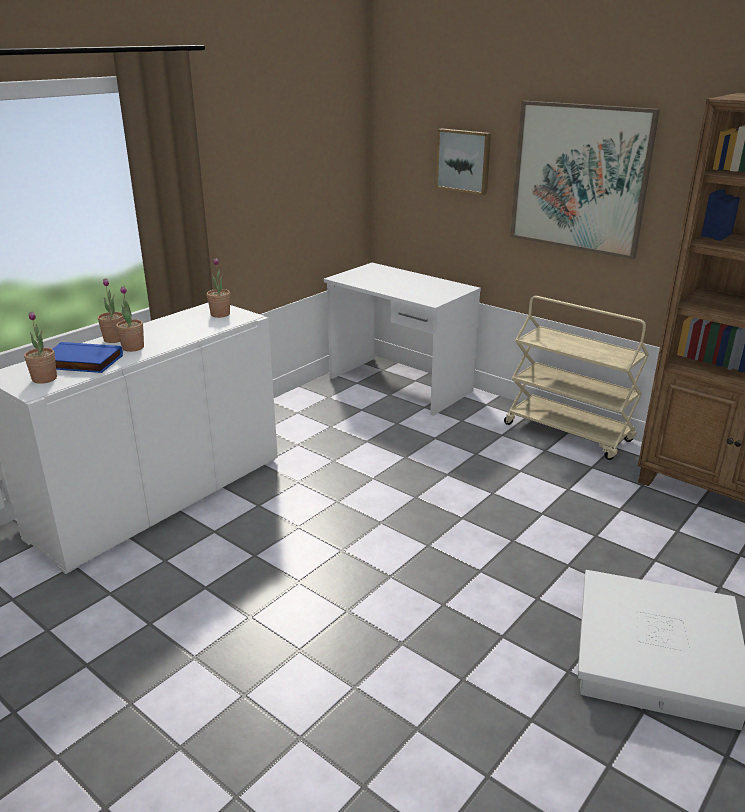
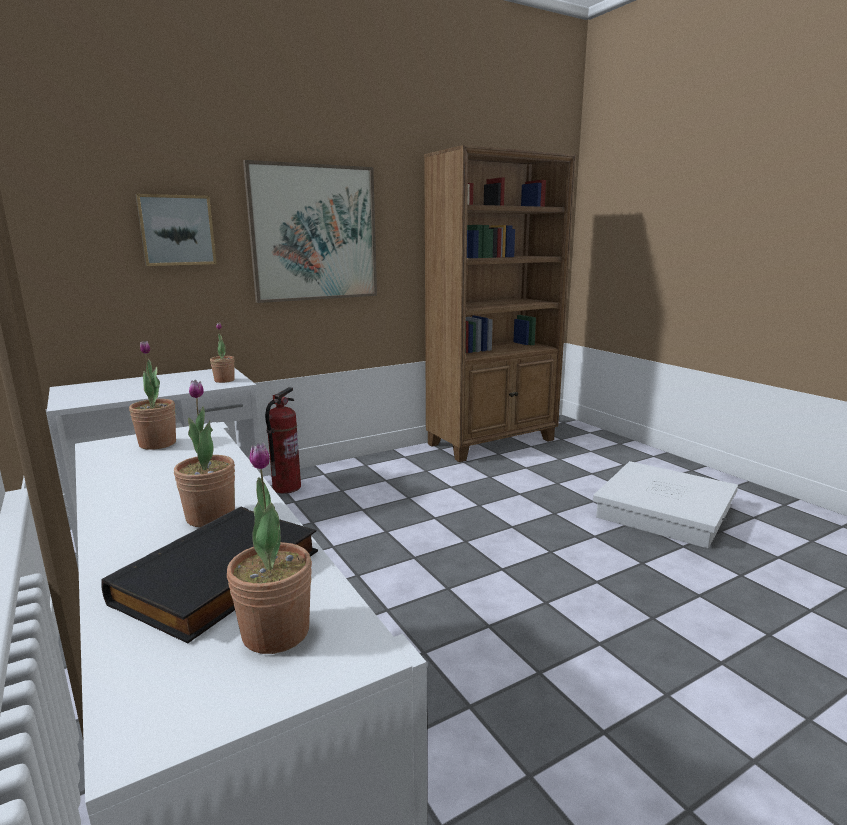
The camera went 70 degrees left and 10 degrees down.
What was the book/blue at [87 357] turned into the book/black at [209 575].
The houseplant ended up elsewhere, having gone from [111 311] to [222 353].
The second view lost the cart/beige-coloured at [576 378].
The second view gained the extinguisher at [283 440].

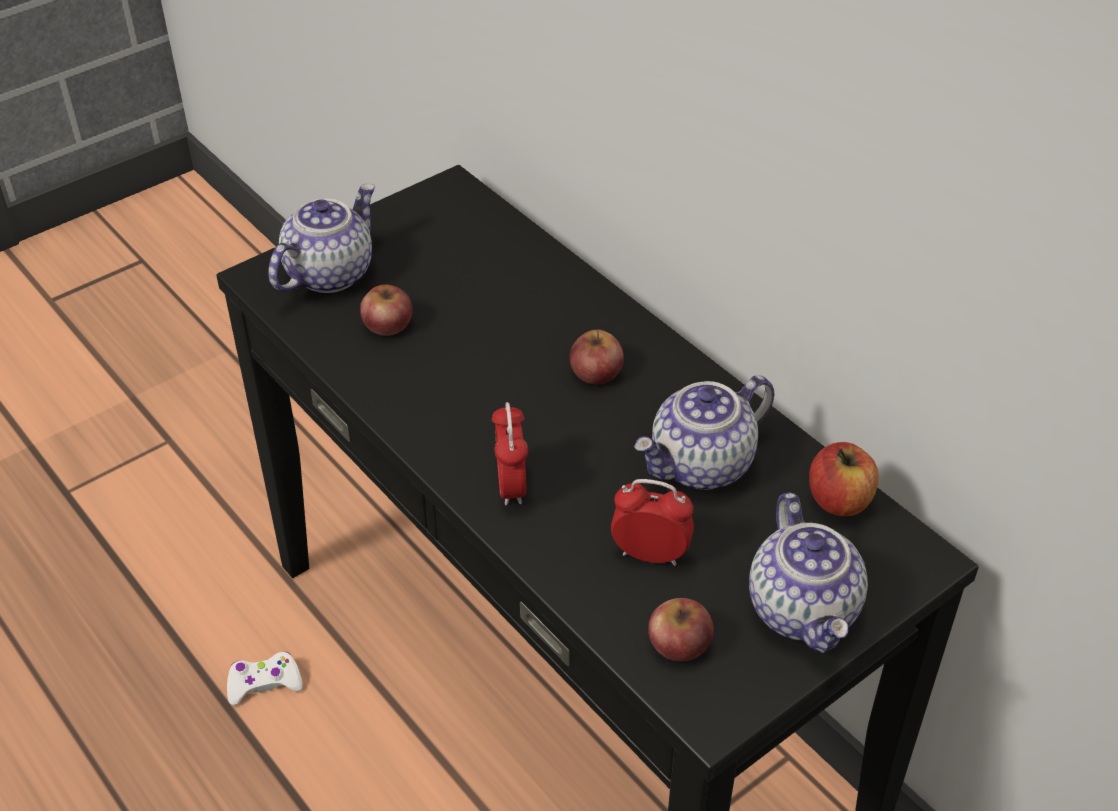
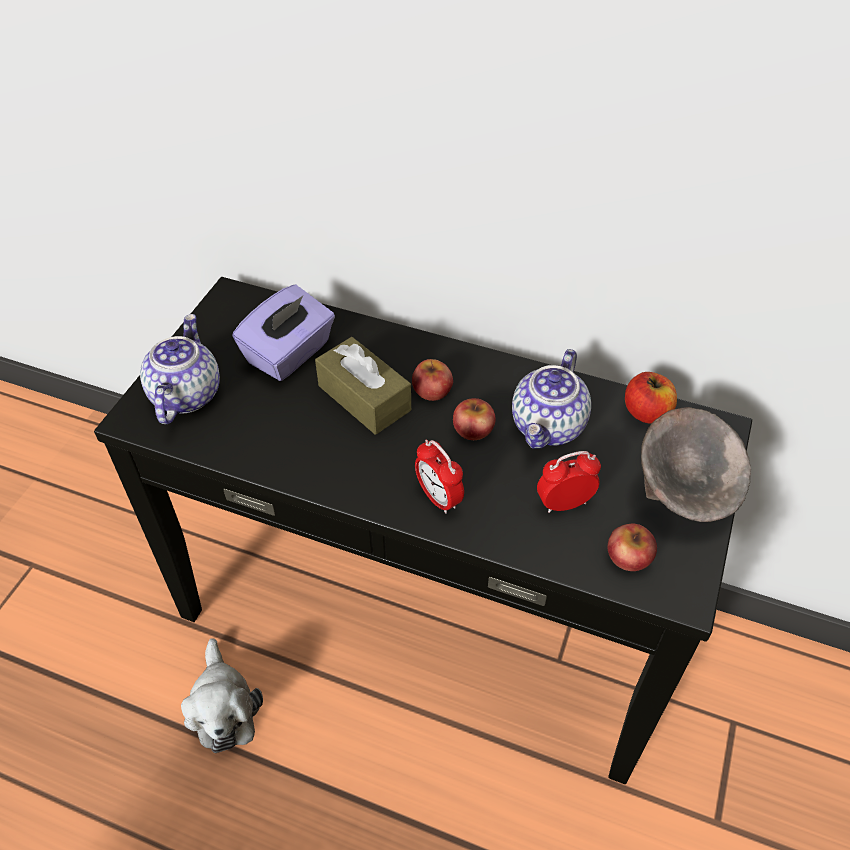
The camera went 30 degrees left and 5 degrees up.
Where the joypad/white stood at [265 678], the cuddly toy came to stand at [222 695].
The apple fruit ended up elsewhere, having gone from [386 310] to [474 419].
Where the teapot stood at [808 573], the deep dish/gray came to stand at [696 464].
The second view gained the box of tissues/purplish at [283 332].
The second view gained the box of tissues/brown at [363 386].

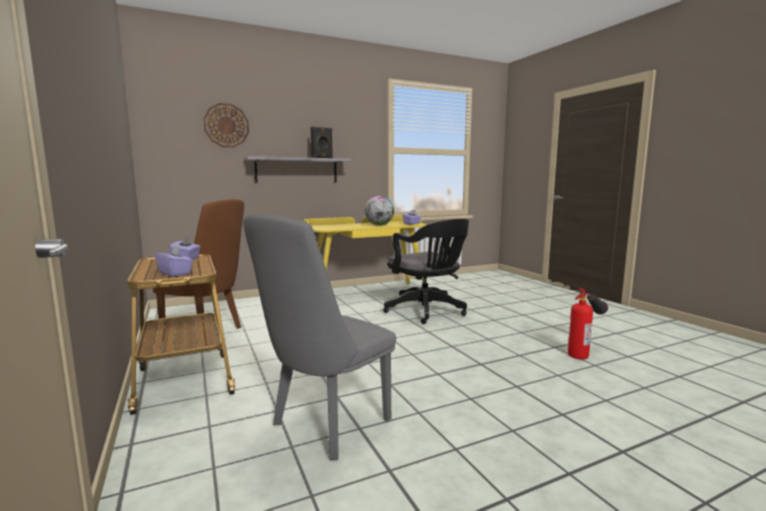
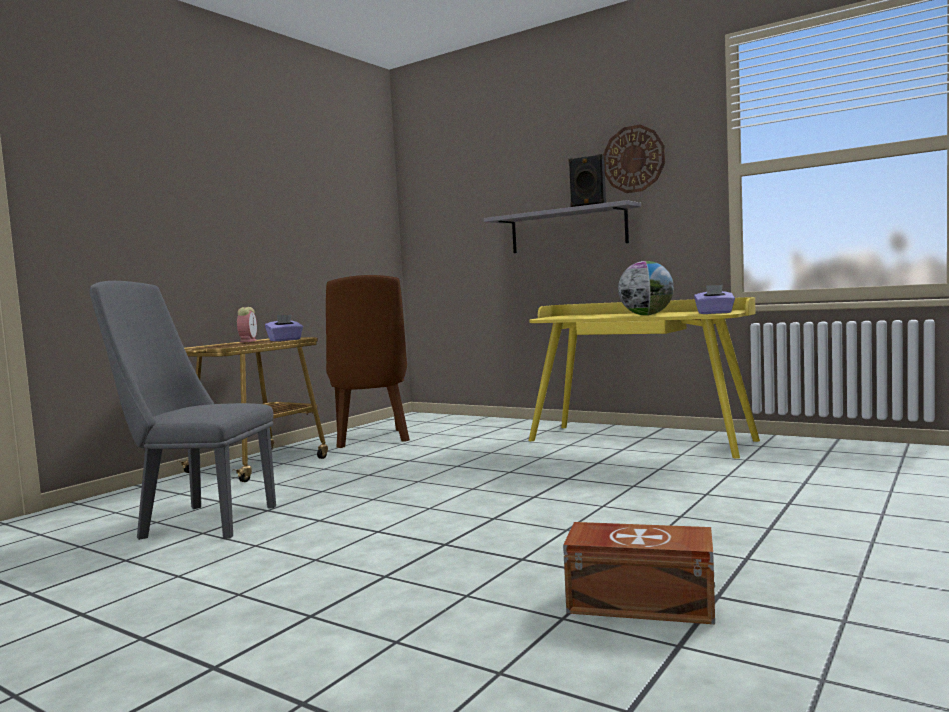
The camera went 60 degrees right and 5 degrees down.
The second view lost the box of tissues/purplish at [174 261].
The hanging clock ended up elsewhere, having gone from [226 125] to [634 158].
The second view lost the computer chair/black at [426 271].
Where the extinguisher stood at [588 323], the storage box/brown came to stand at [639 573].
The second view gained the bedside clock at [247 325].

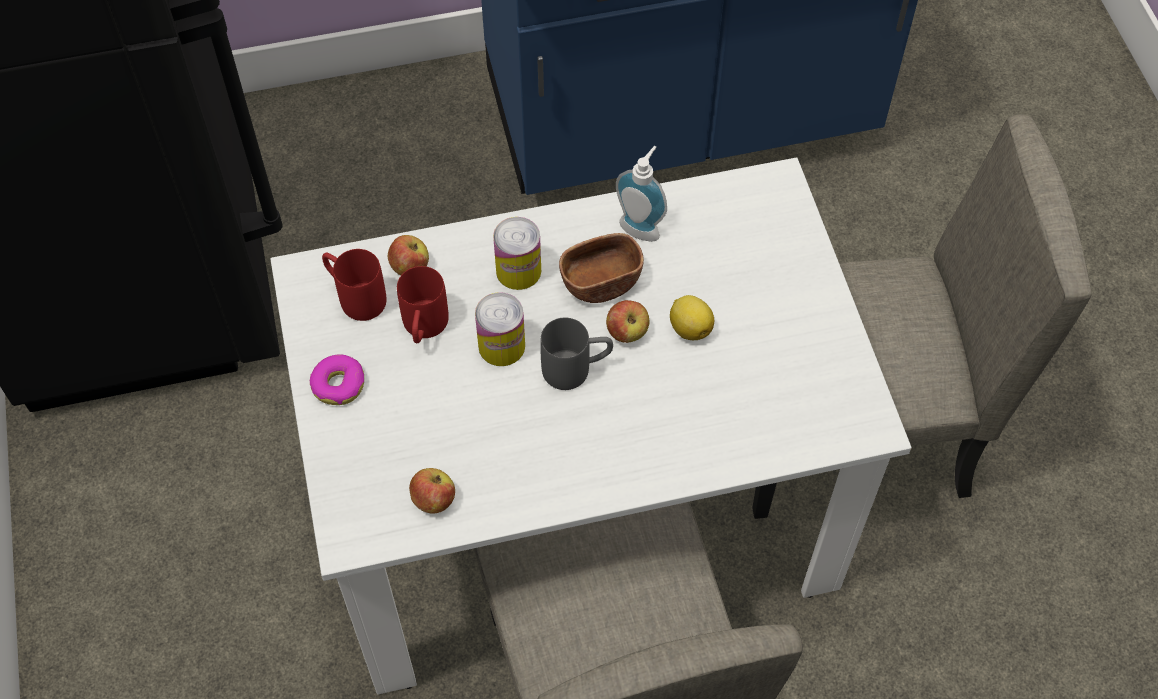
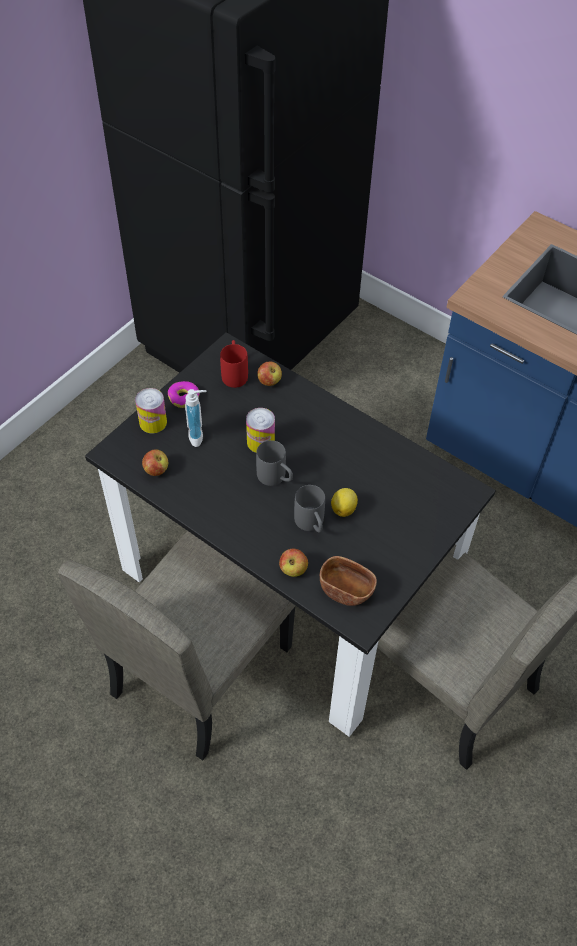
The camera went 50 degrees right and 5 degrees down.
What was the dining table/white at [591 426] turned into the dining table/black at [290 534].
The second view lost the coffee mug/red-coloured at [423 304].
The sealed can ended up elsewhere, having gone from [517 253] to [151 410].
The deep dish/brown ended up elsewhere, having gone from [601 268] to [348 581].
The apple fruit ended up elsewhere, having gone from [627 321] to [293 562].
The liquid soap bottle ended up elsewhere, having gone from [641 194] to [195 418].
The second view gained the coffee mug/gray at [309 509].

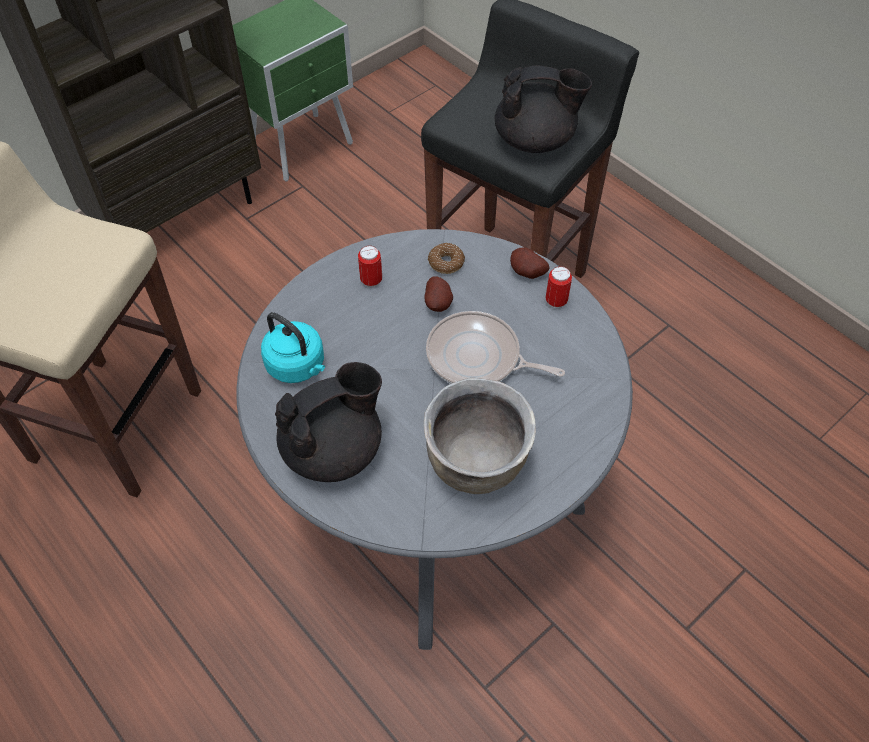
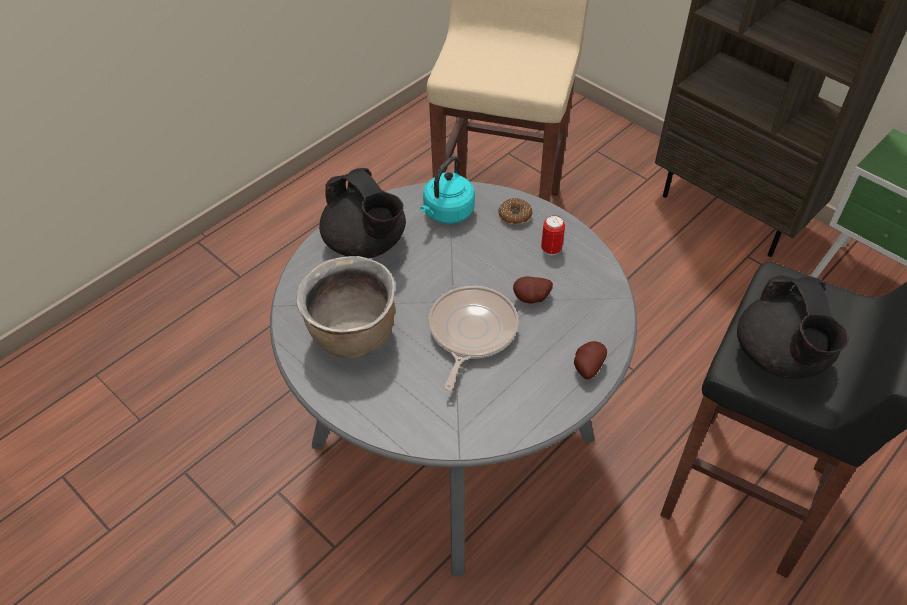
The camera went 85 degrees right and 5 degrees down.
The ring doughnut ended up elsewhere, having gone from [446 258] to [515 211].
The second view lost the sealed can at [559 287].

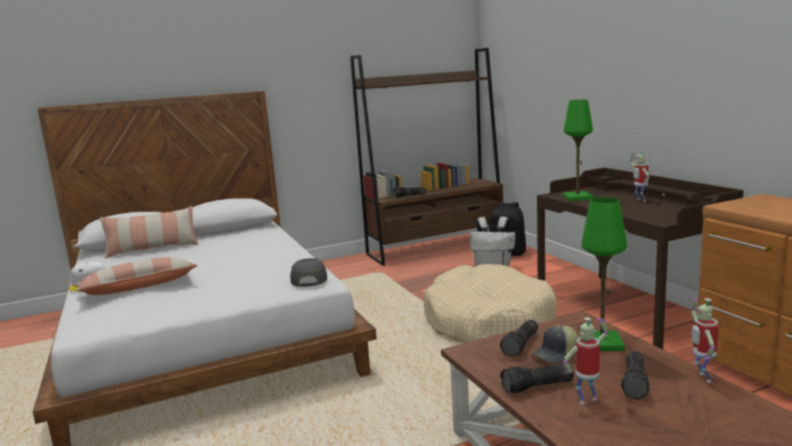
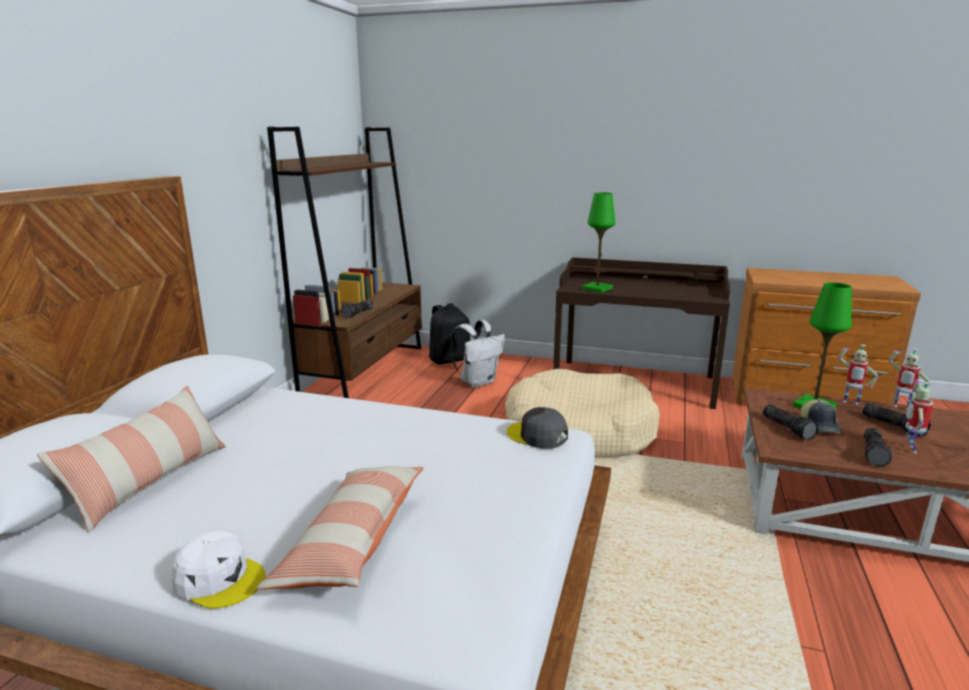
The camera went 50 degrees left and 5 degrees up.
The model robot ended up elsewhere, having gone from [640 176] to [858 374].

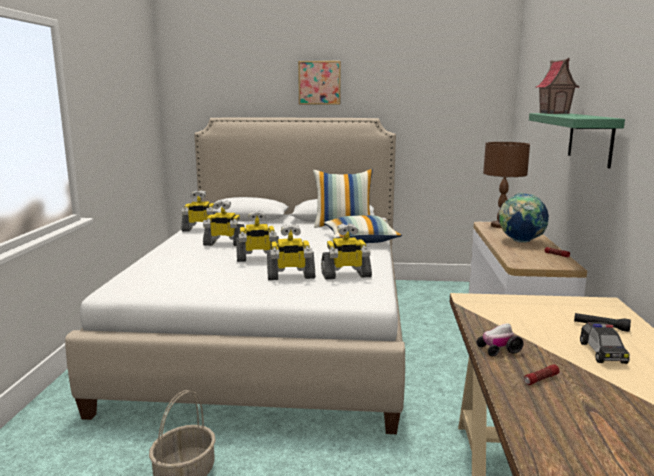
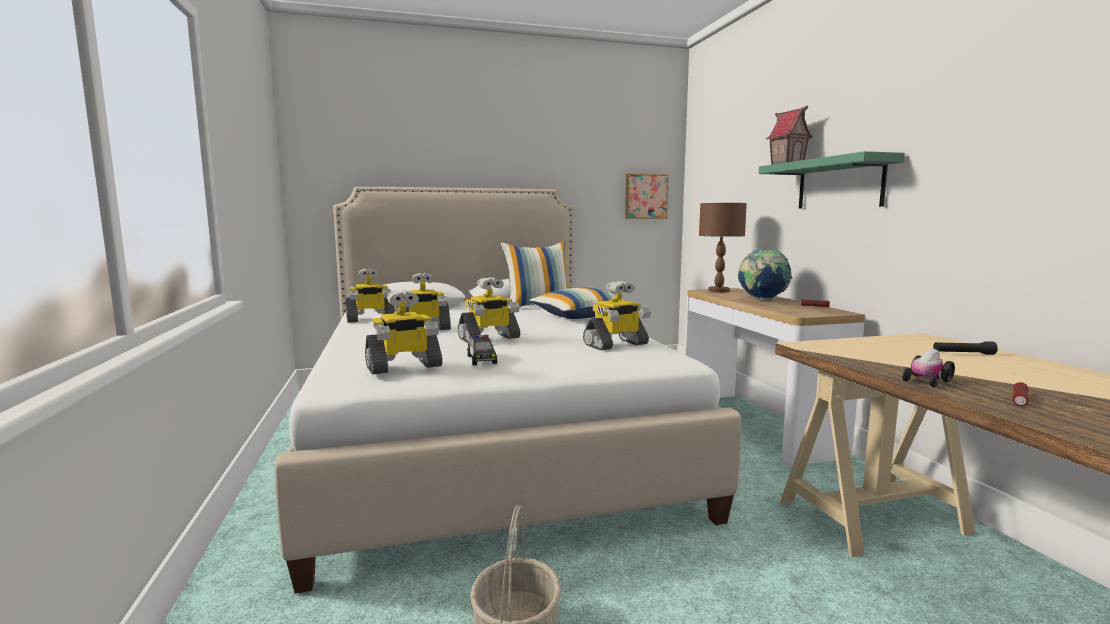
The camera went 20 degrees left and 5 degrees down.
The model robot ended up elsewhere, having gone from [291 252] to [404 332].
The wall picture ended up elsewhere, having gone from [319 83] to [647 196].
The model car ended up elsewhere, having gone from [605 343] to [482 350].

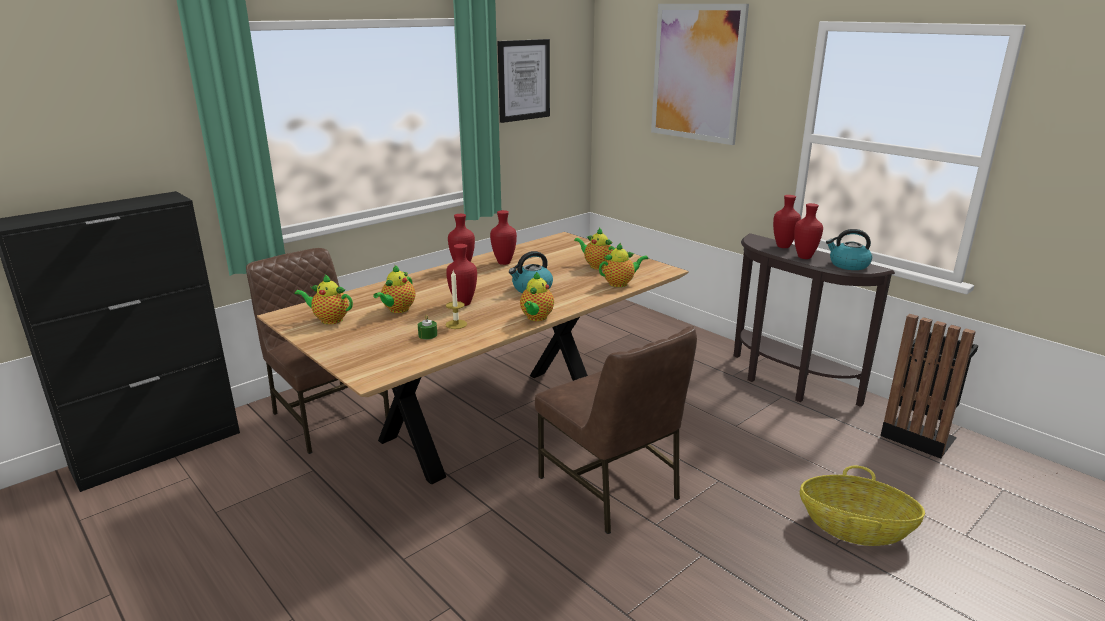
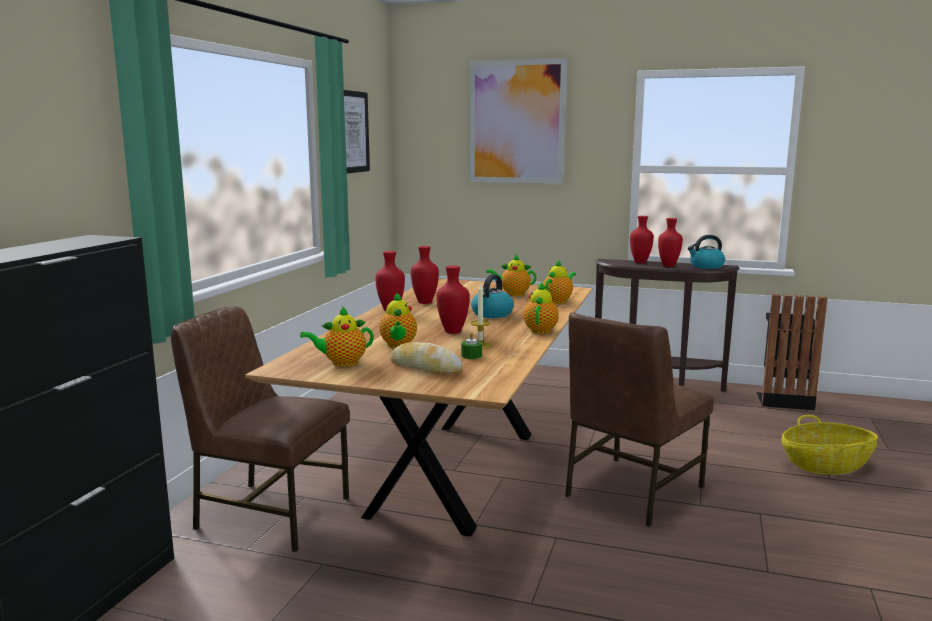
The camera went 30 degrees left and 10 degrees down.
The teapot at [537 296] ended up facing another way, 150 degrees counterclockwise from before.
The chair/brown at [616 430] ended up facing another way, 105 degrees clockwise from before.
The second view gained the bread at [426 358].

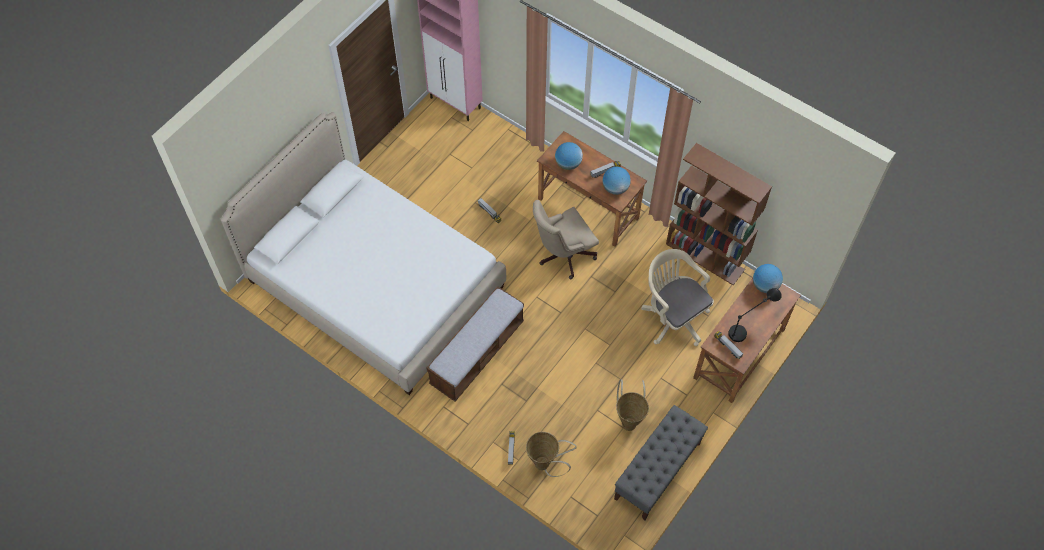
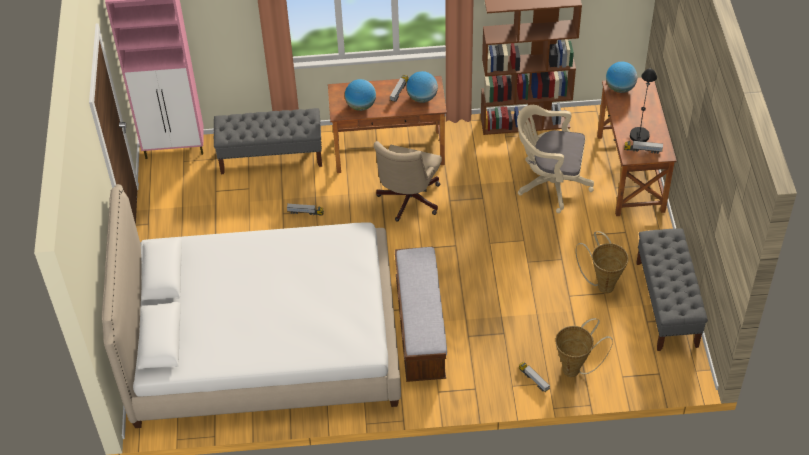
The camera went 40 degrees left and 10 degrees down.
The second view gained the indoor bench/gray at [268 141].

